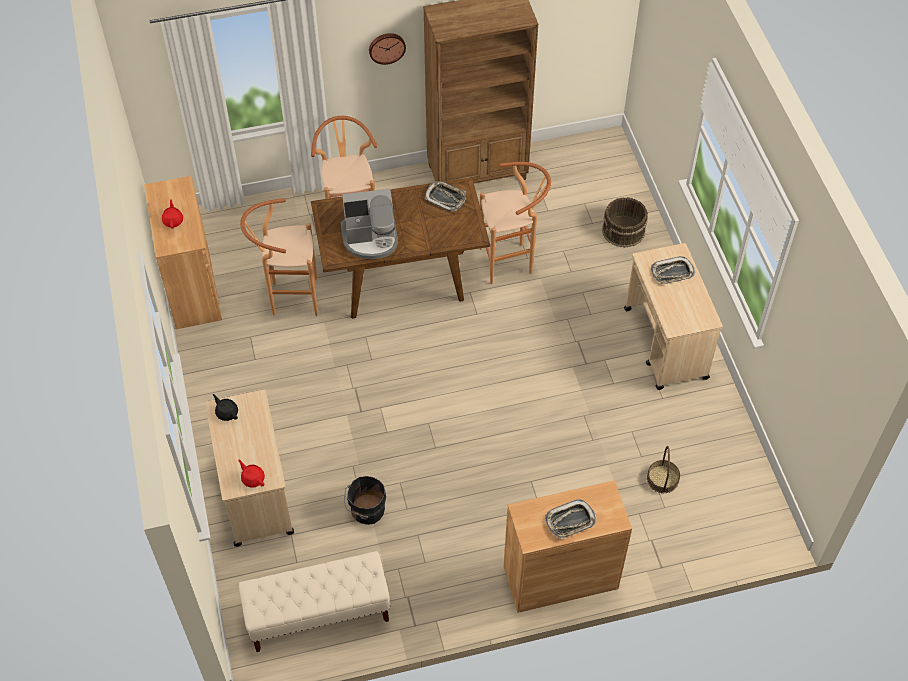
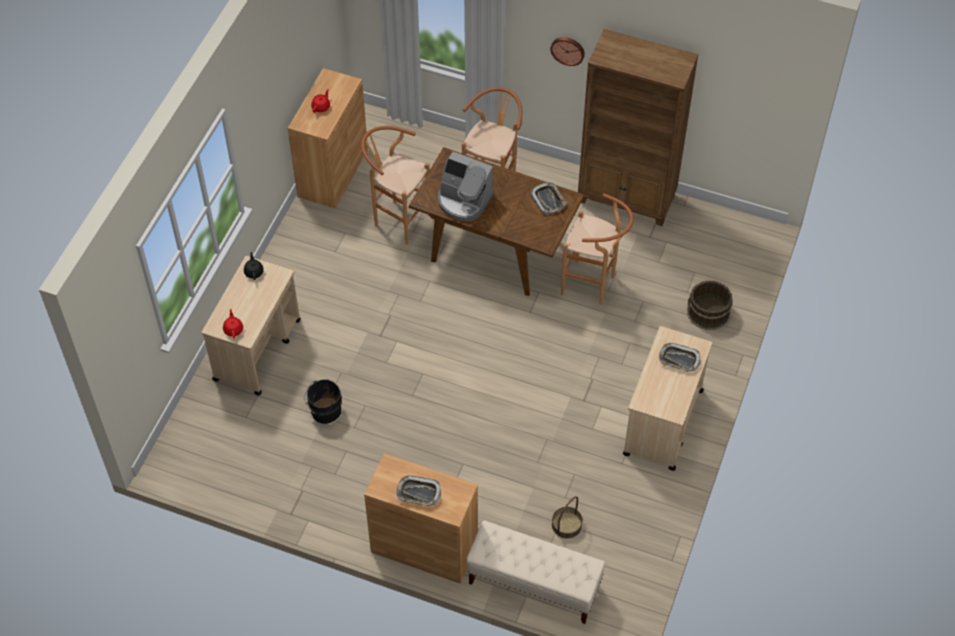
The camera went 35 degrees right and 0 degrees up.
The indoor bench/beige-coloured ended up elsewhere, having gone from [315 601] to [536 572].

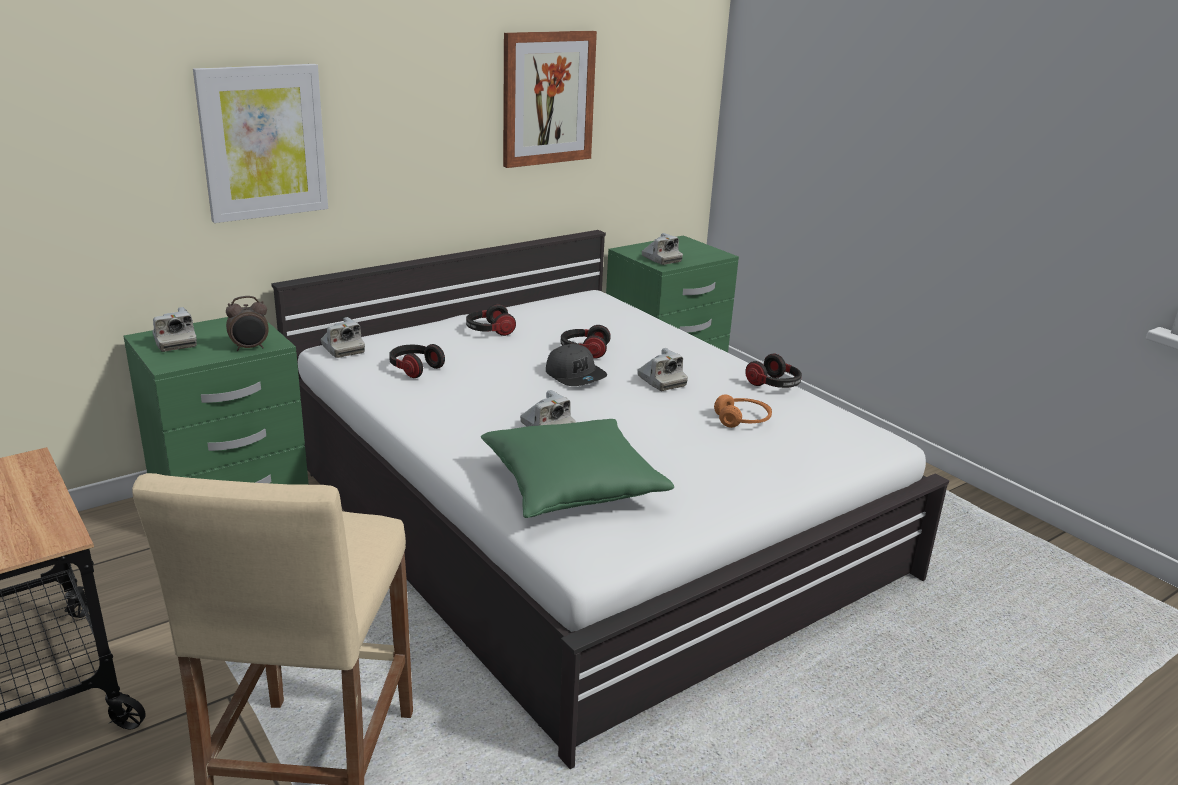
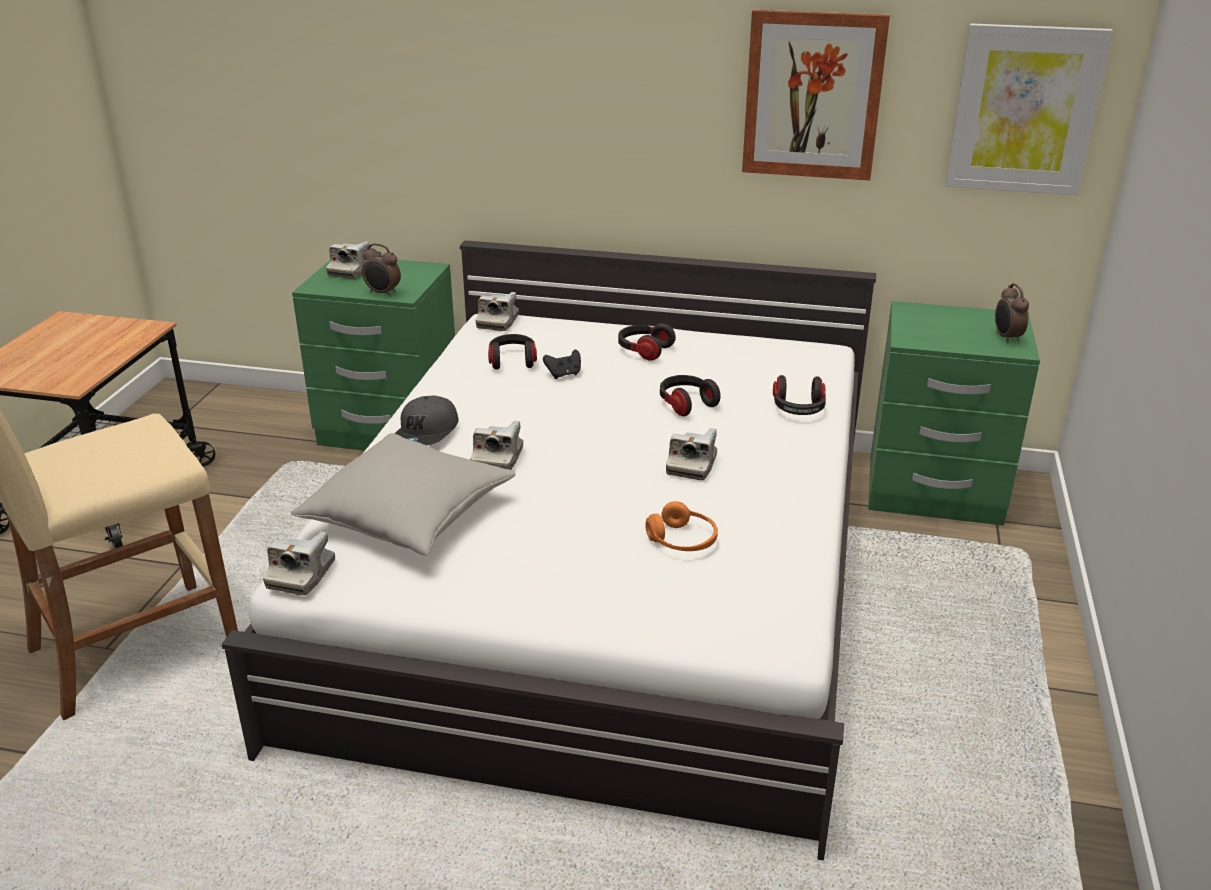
The camera went 50 degrees right and 5 degrees up.
The wall picture ended up elsewhere, having gone from [260 143] to [1029 109].
What was the pillow/green-coloured at [577 468] turned into the pillow/gray at [403 494].
The baseball cap/gray ended up elsewhere, having gone from [576 365] to [426 420].
The photo camera ended up elsewhere, having gone from [662 249] to [299 563].
The headphones ended up elsewhere, having gone from [773 370] to [799 395].
The second view gained the joypad/black at [562 364].
The second view gained the bedside clock at [1012 313].

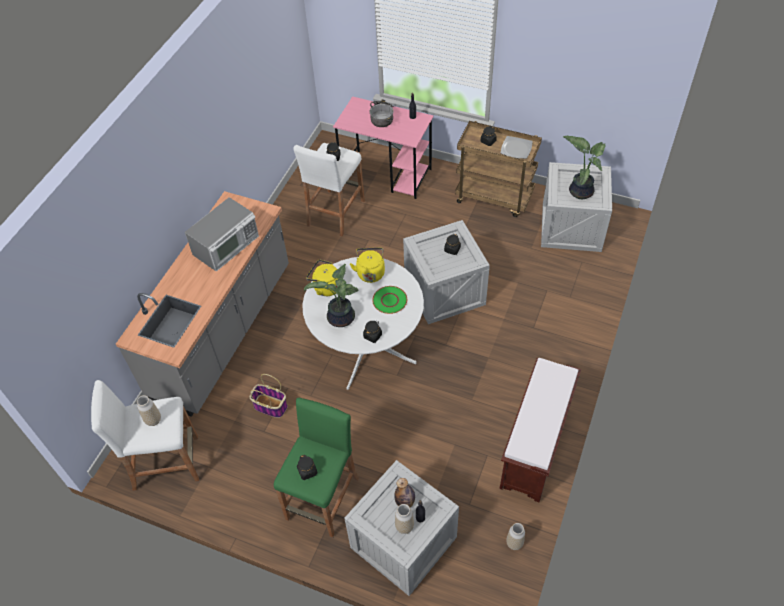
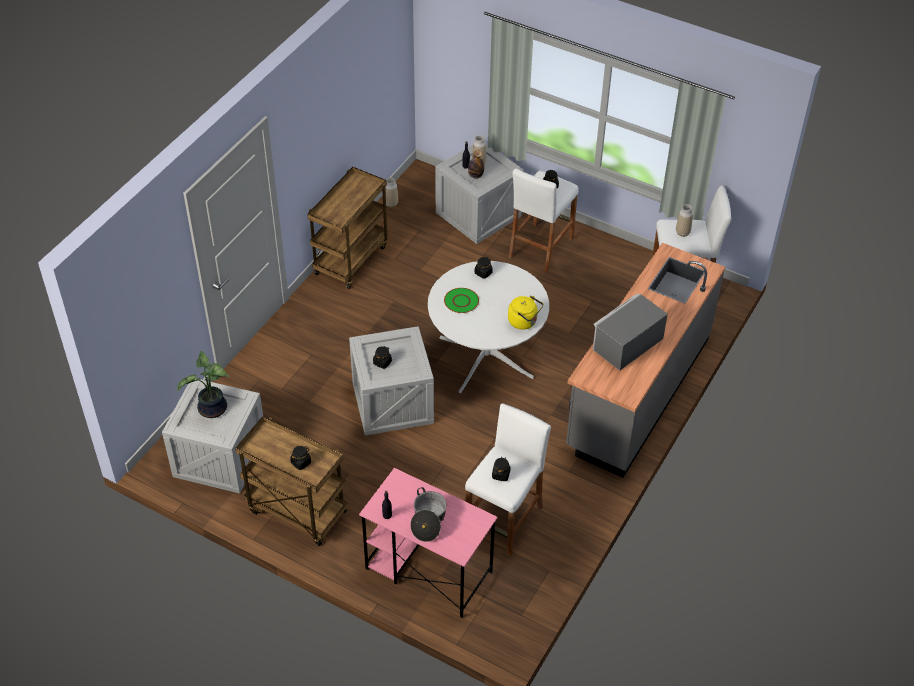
The camera went 175 degrees left and 5 degrees down.
The second view lost the storage basket at [269 396].
What was the stool/green-coloured at [316 468] turned into the stool/white at [544 220].
The second view lost the houseplant at [331 295].
The second view lost the tea kettle/yellow at [367 265].
Where the indoor bench/brown stood at [540 430], the cart/brown came to stand at [348 228].
The second view lost the plate at [517 147].

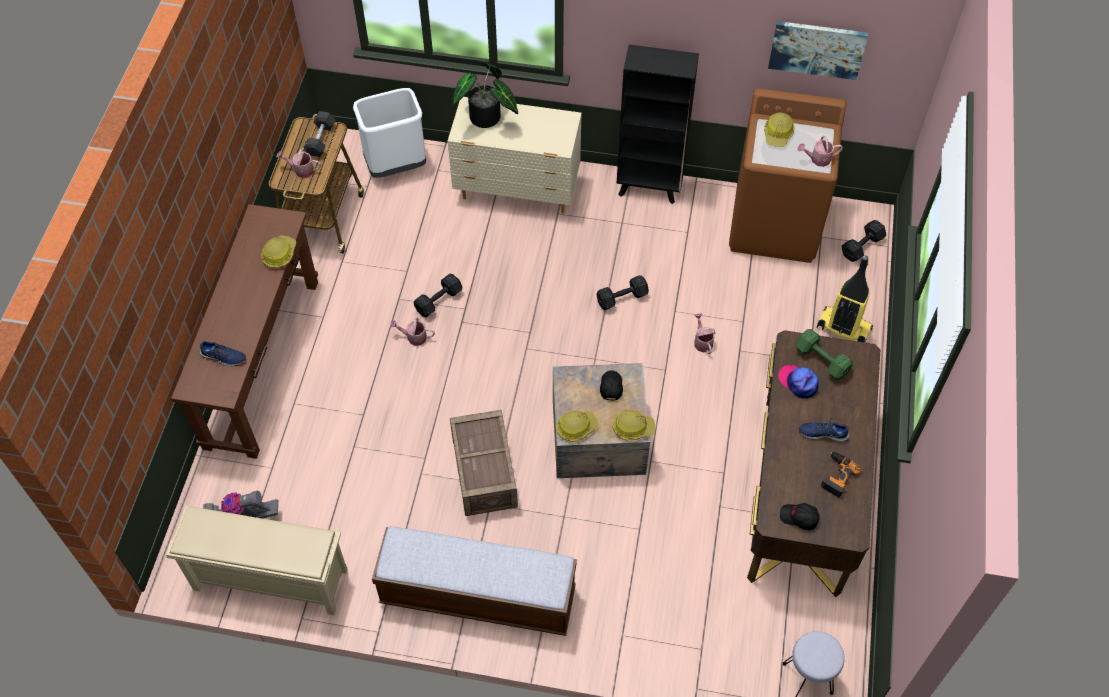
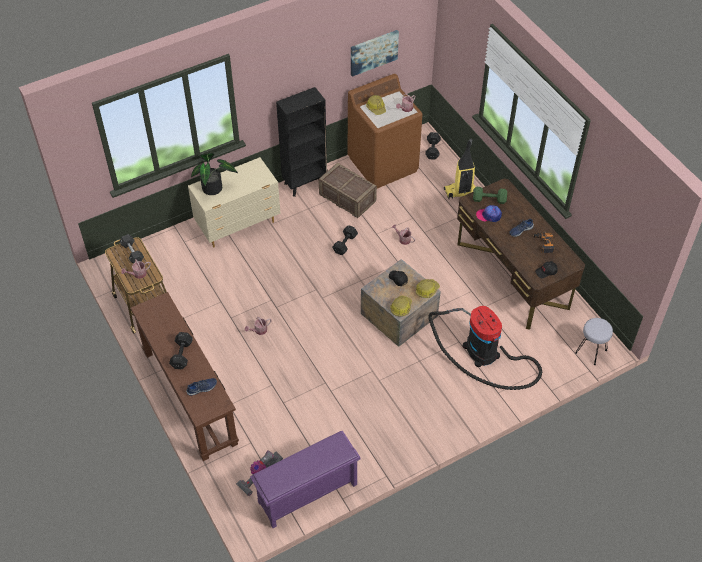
The camera went 40 degrees left and 5 degrees down.
What was the shoe stand/beige-coloured at [257 560] turned into the shoe stand/purplish at [305 479].
The second view lost the safety helmet at [278 251].
The second view lost the rubbish bin/white at [389 133].
The second view lost the indoor bench at [474 581].
The free weight/black ended up elsewhere, having gone from [438 295] to [181 350].
The shipping crate ended up elsewhere, having gone from [484 463] to [348 190].
The second view gained the vacuum cleaner at [485 348].

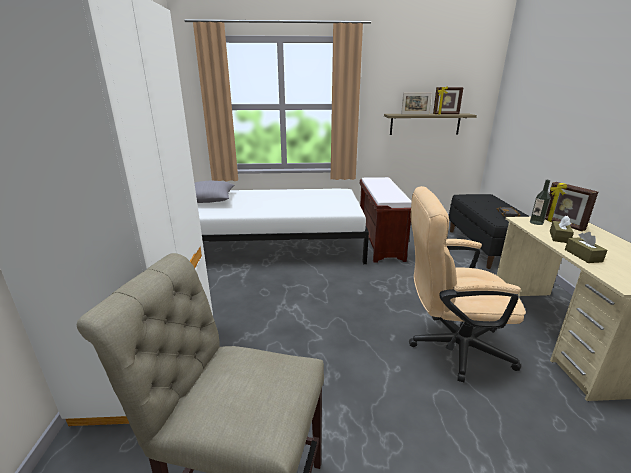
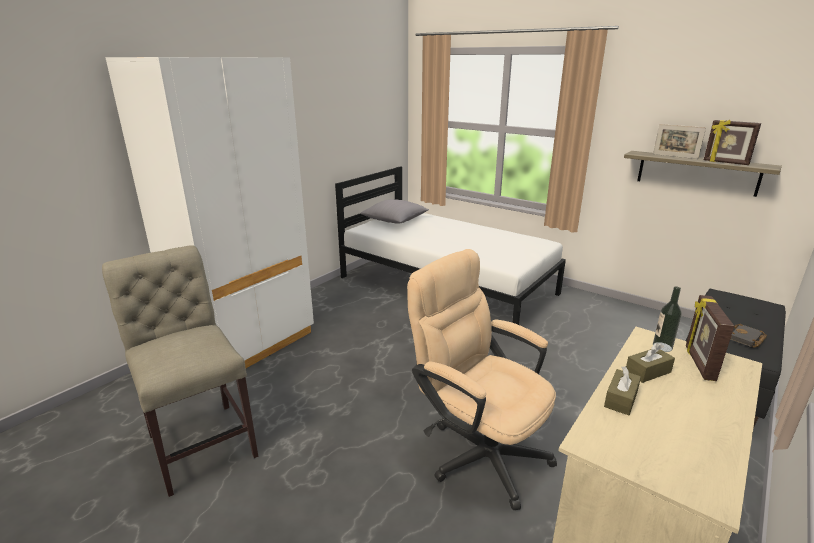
The camera went 40 degrees right and 0 degrees up.
The second view lost the indoor bench/brown at [385 220].

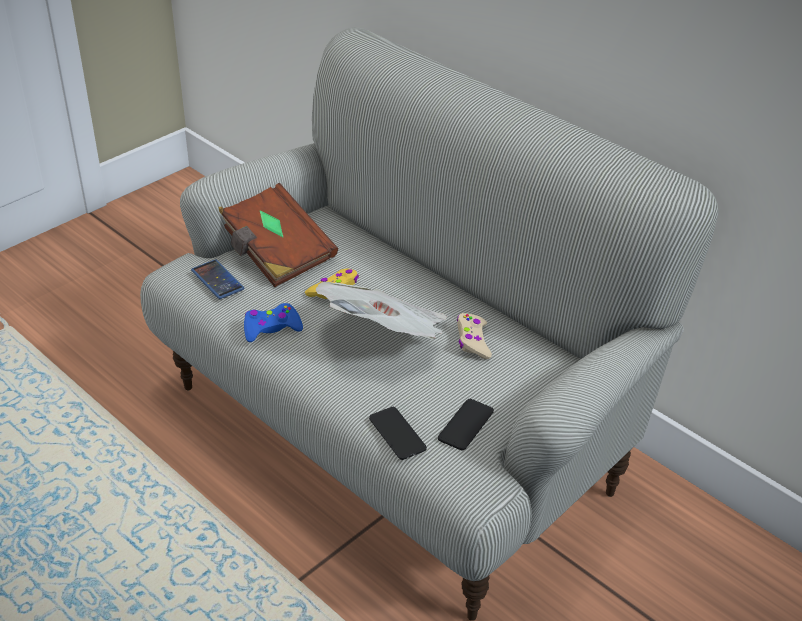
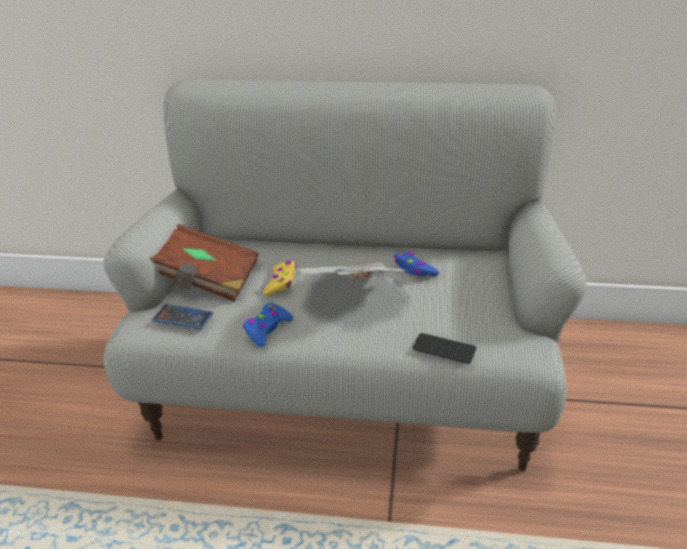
The camera went 35 degrees left and 5 degrees down.
The second view lost the telephone at [466 425].
What was the joypad/beige-coloured at [474 336] turned into the joypad/blue at [416 264].

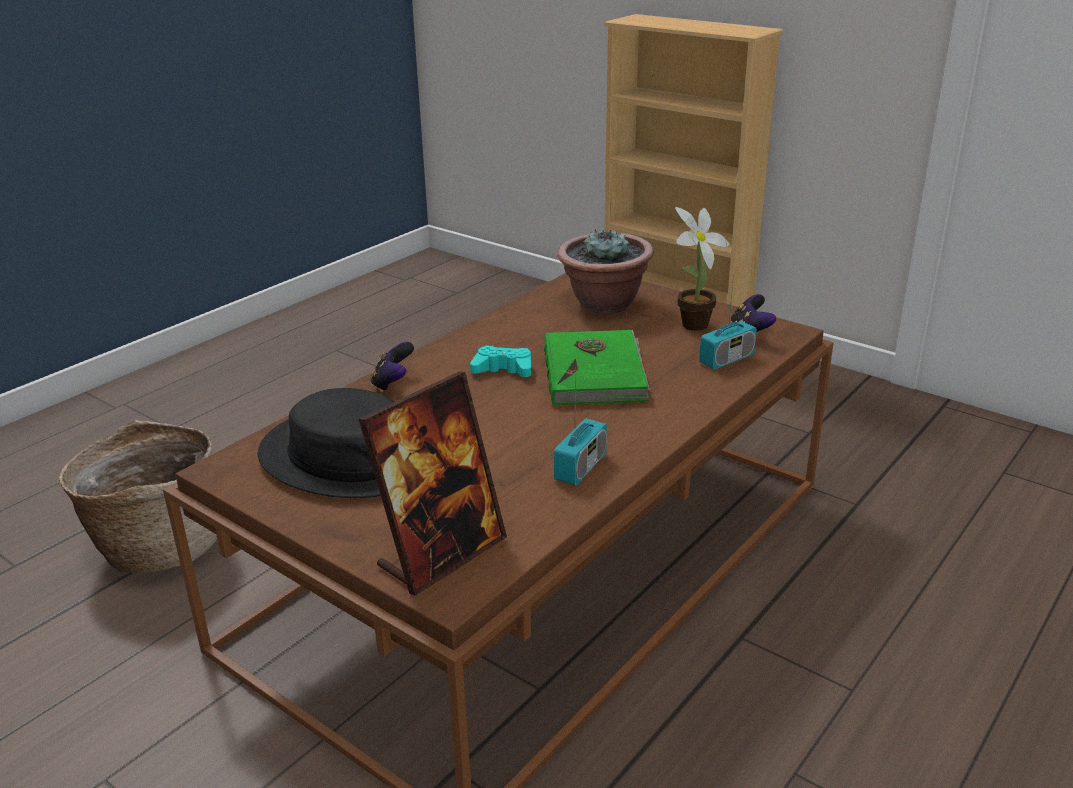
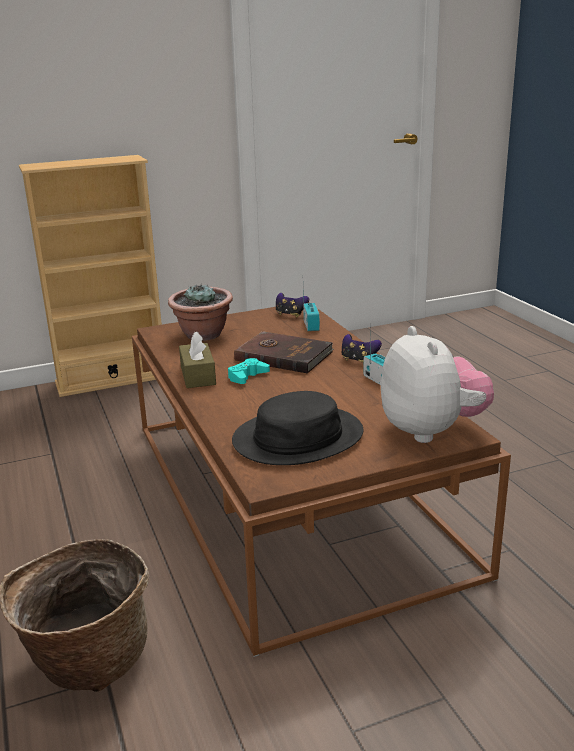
The camera went 60 degrees left and 5 degrees down.
Where the picture frame stood at [433 483], the cuddly toy came to stand at [437 384].
The joypad ended up elsewhere, having gone from [392 367] to [362 348].
What was the book/green-coloured at [597 367] turned into the book/brown at [284 352].
The second view lost the houseplant at [702 269].
The second view gained the box of tissues/brown at [197 360].

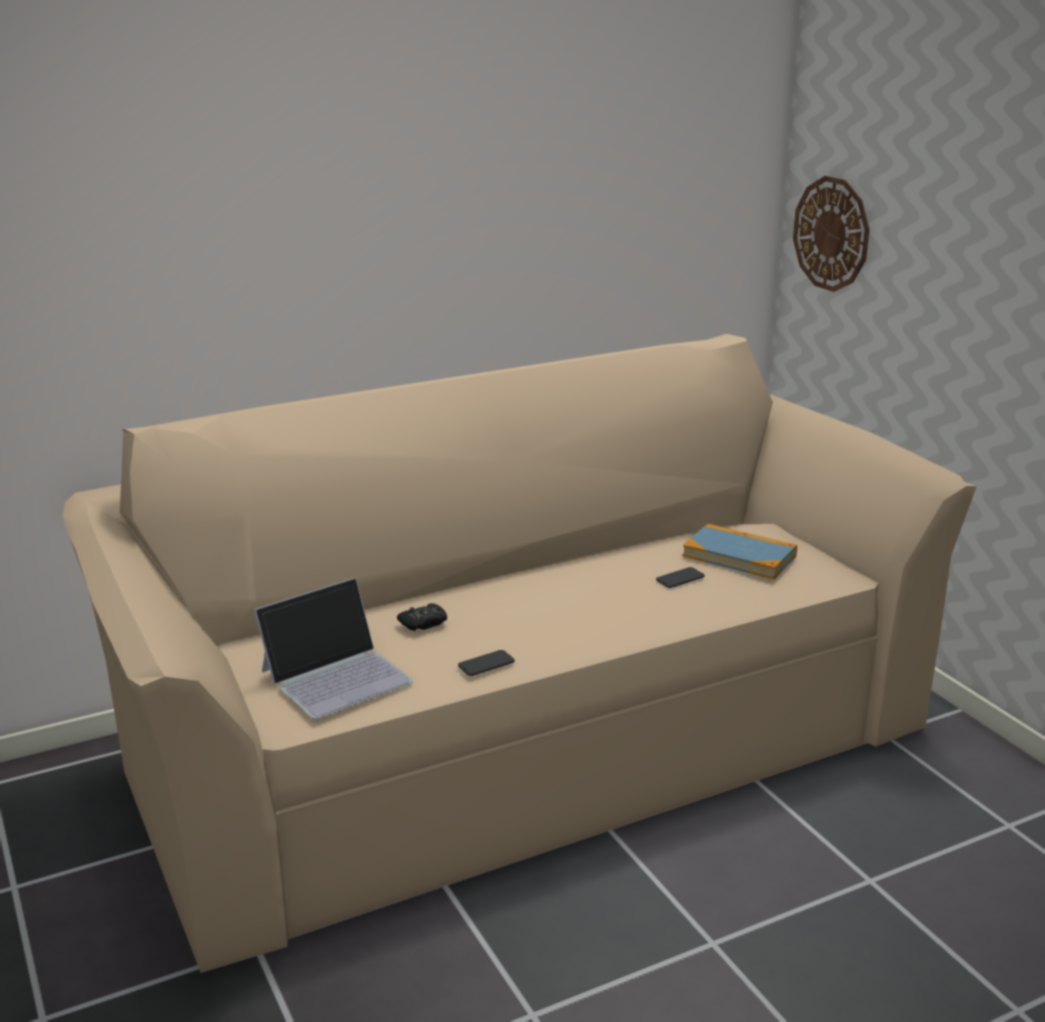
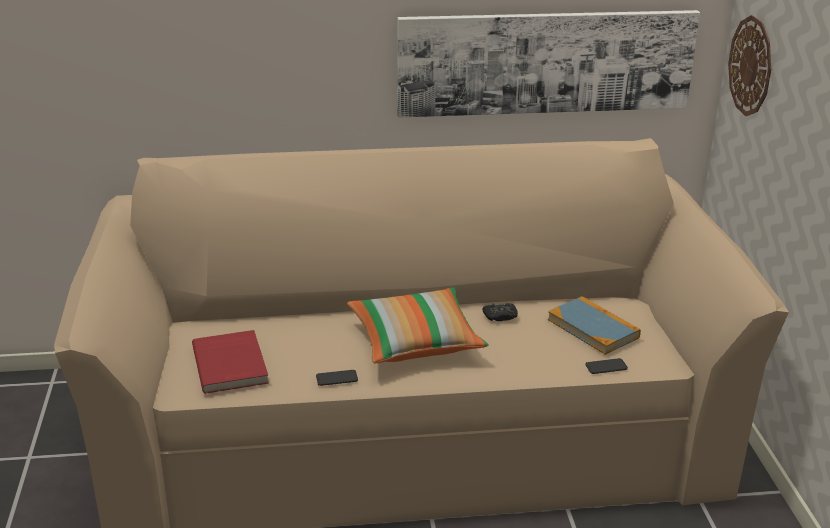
The camera went 20 degrees right and 5 degrees up.
Where the portable computer stood at [333 648], the book/red-coloured came to stand at [230 362].
The joypad/black ended up elsewhere, having gone from [422 617] to [500 312].
The telephone ended up elsewhere, having gone from [680 577] to [606 366].
The second view gained the pillow at [418 325].
The second view gained the wall picture at [548 64].

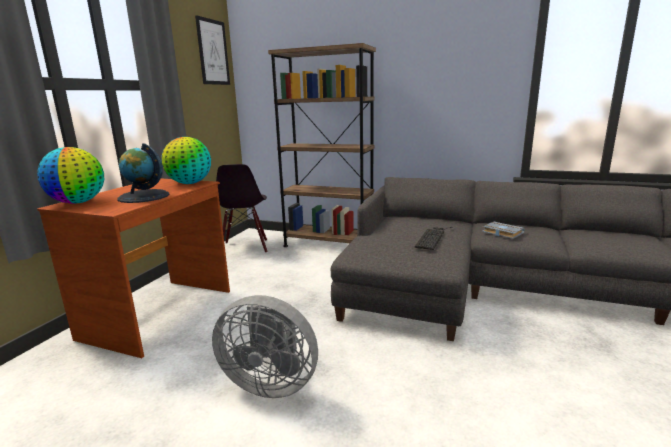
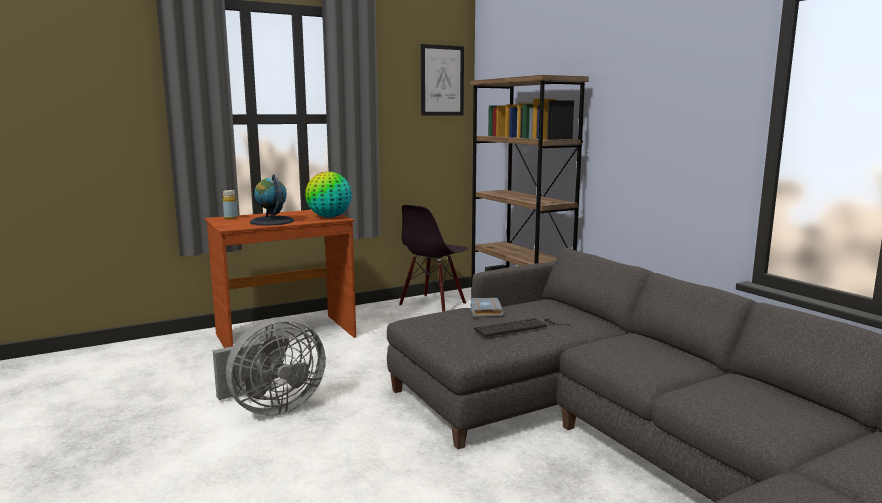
The camera went 40 degrees right and 5 degrees down.
Where the desk globe stood at [70 175], the beverage bottle/yellow came to stand at [230 204].
The fan/gray at [265 346] ended up facing another way, 90 degrees counterclockwise from before.
The book/gray ended up elsewhere, having gone from [503 230] to [487 307].

